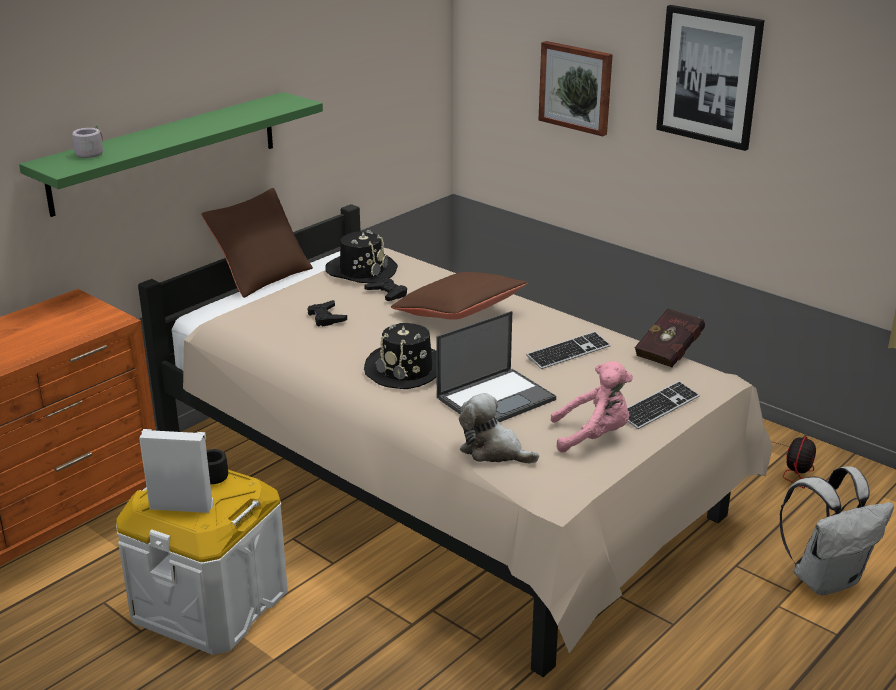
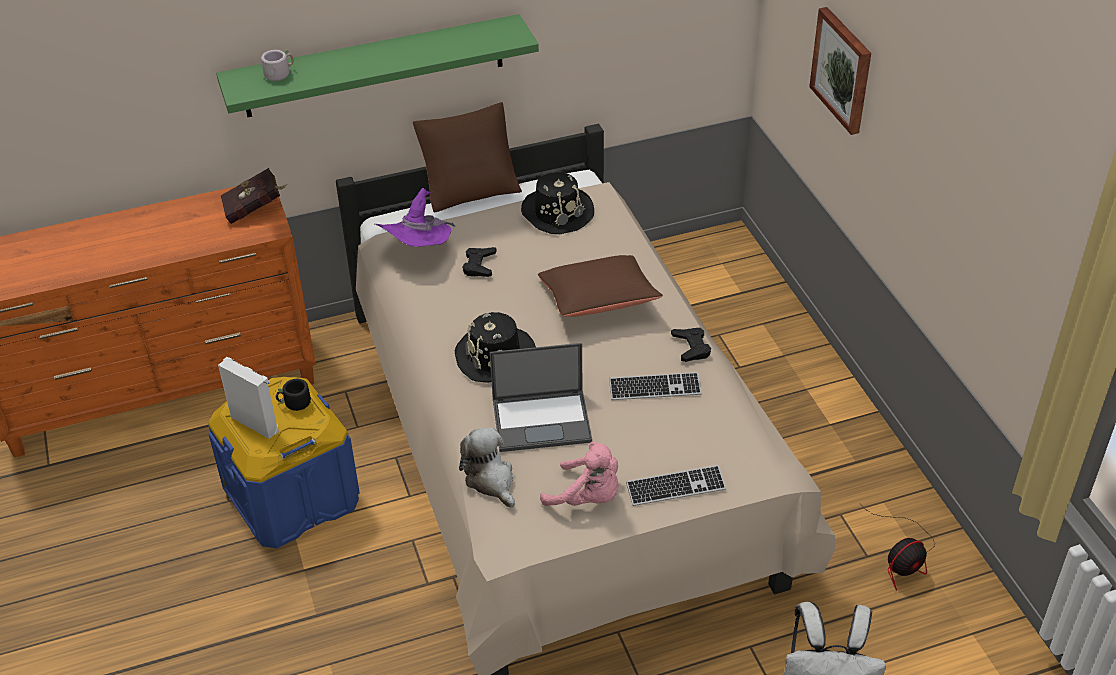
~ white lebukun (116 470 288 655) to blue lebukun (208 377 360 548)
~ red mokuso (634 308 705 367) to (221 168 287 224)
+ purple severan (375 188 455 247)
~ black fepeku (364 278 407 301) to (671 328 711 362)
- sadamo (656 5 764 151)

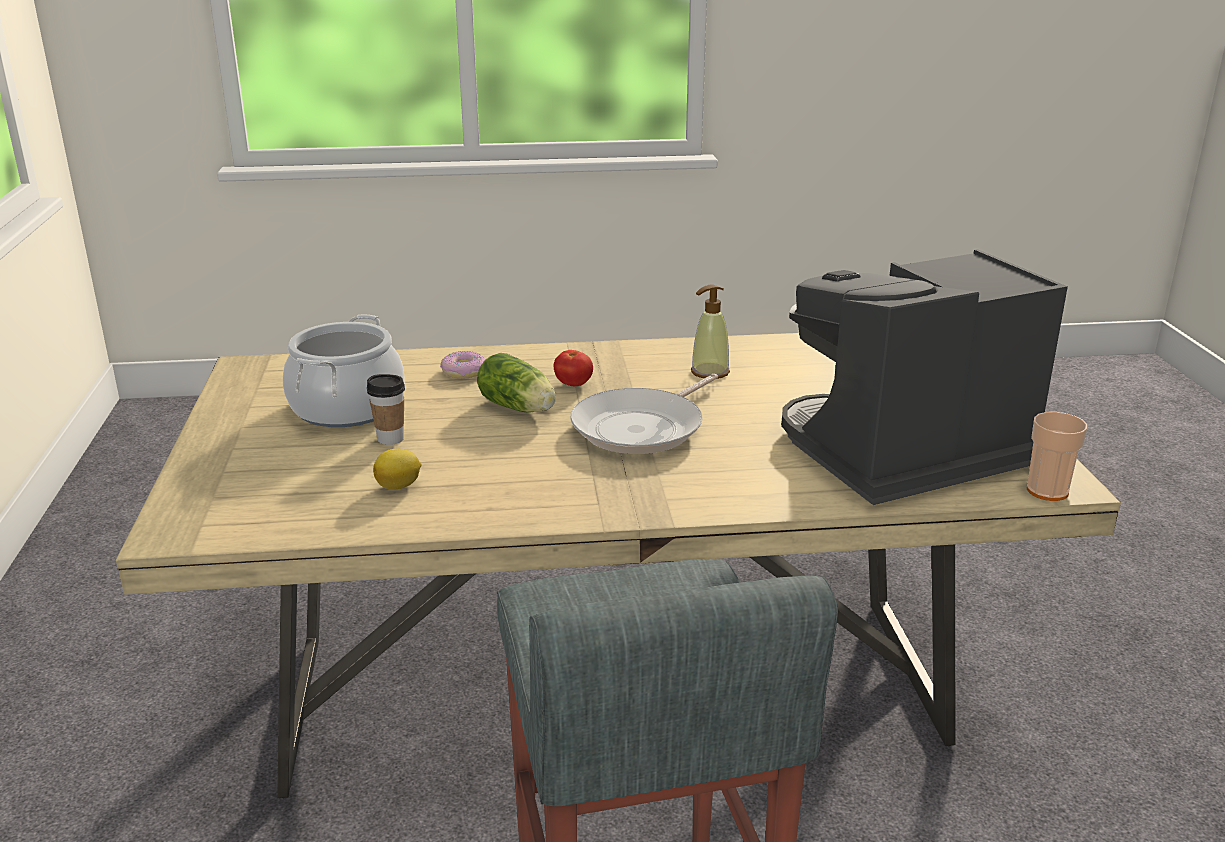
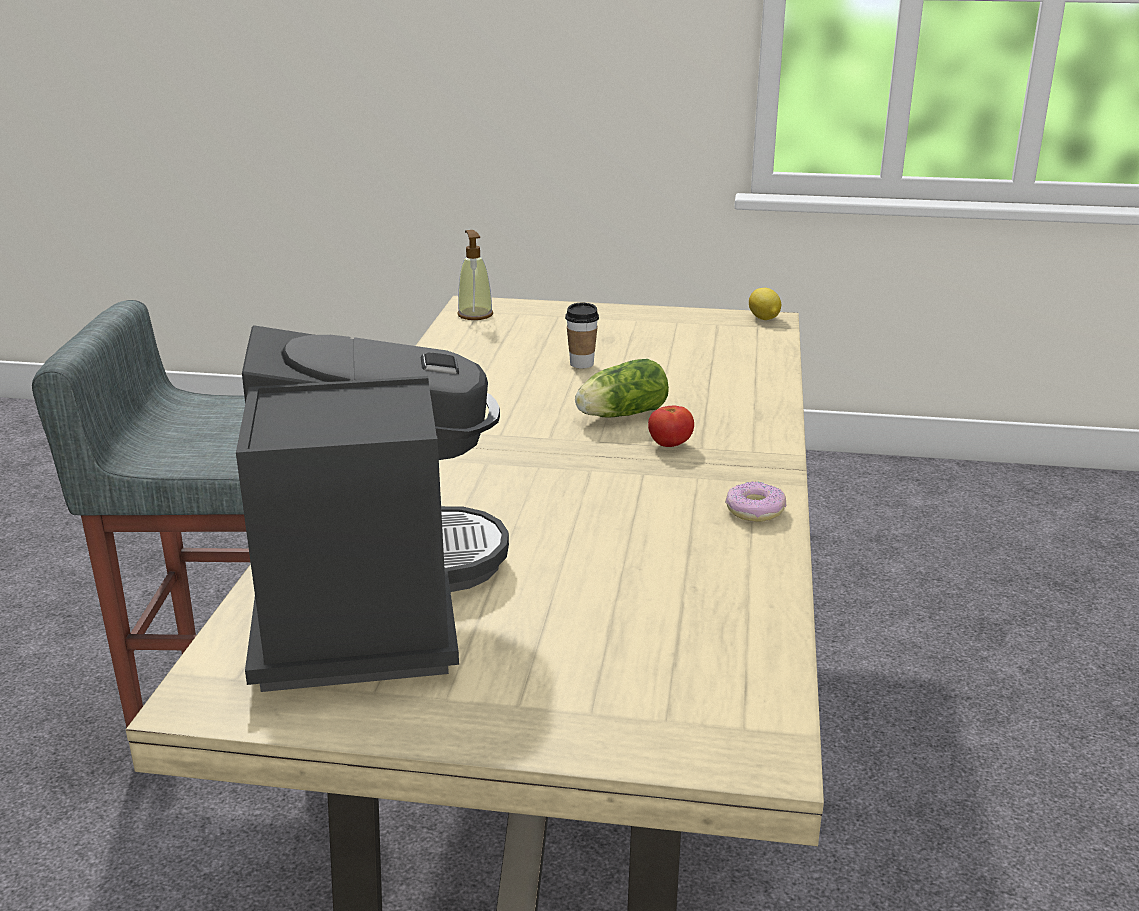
~ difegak (691 284 730 379) to (457 230 493 320)
~ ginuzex (440 351 486 379) to (725 482 786 522)
~ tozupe (373 449 421 490) to (749 288 781 320)
- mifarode (283 314 405 427)
- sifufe (570 374 718 454)
- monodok (1027 412 1087 501)

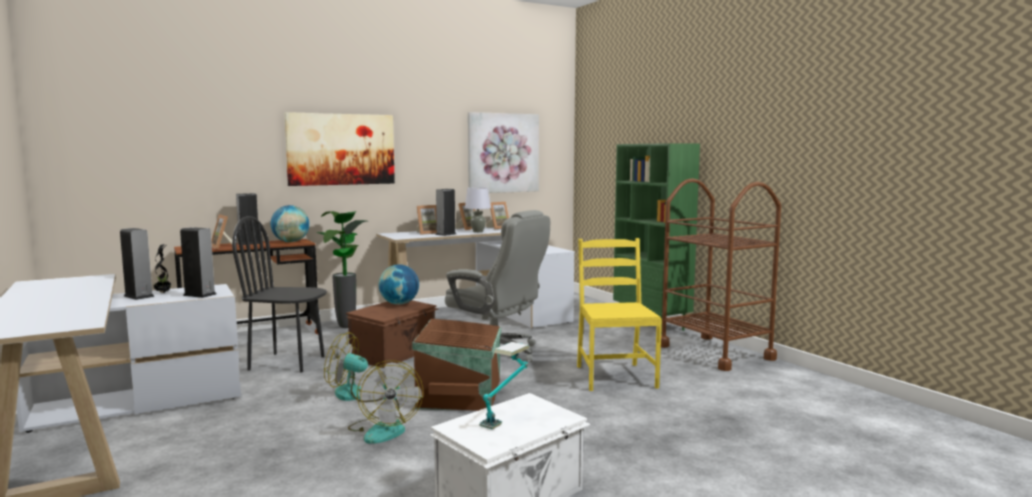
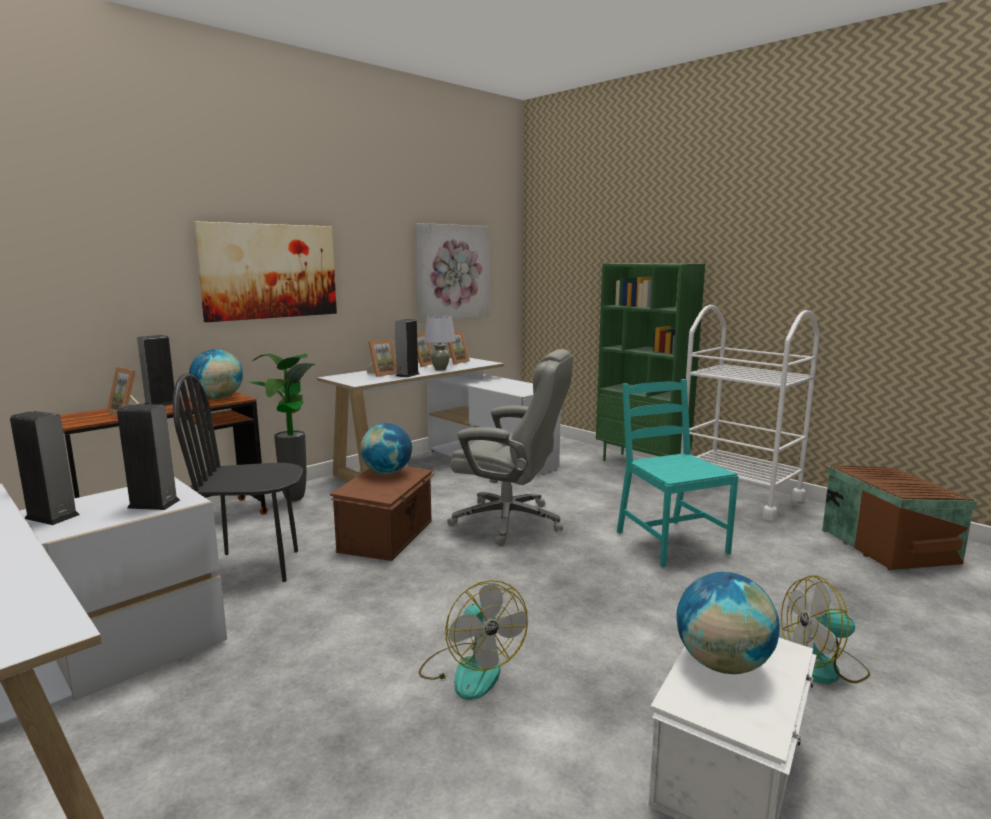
~ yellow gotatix (577 238 662 391) to turquoise gotatix (617 379 739 568)
~ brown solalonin (661 178 781 371) to white solalonin (676 305 820 521)
~ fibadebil (479 342 530 429) to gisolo (677 572 780 674)
~ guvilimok (324 332 383 402) to (781 575 870 685)
~ brown lebukun (412 319 501 411) to (822 466 977 572)
- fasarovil (153 244 171 293)

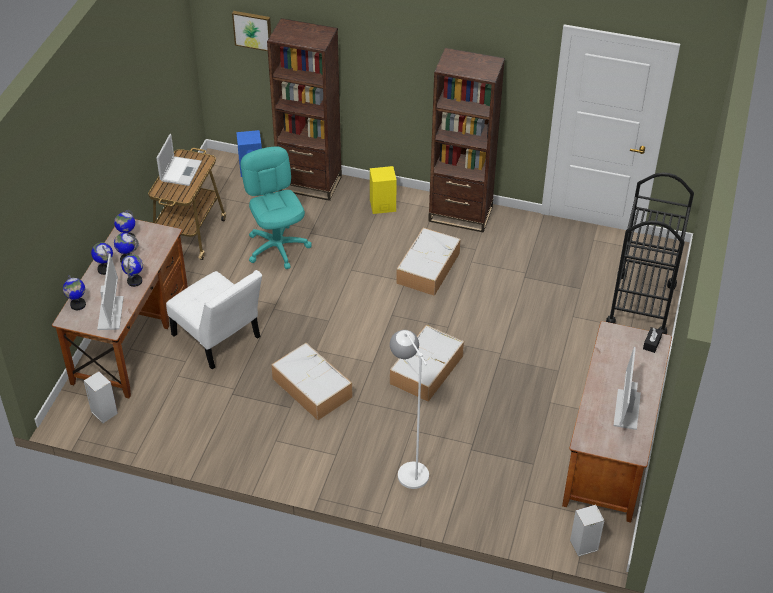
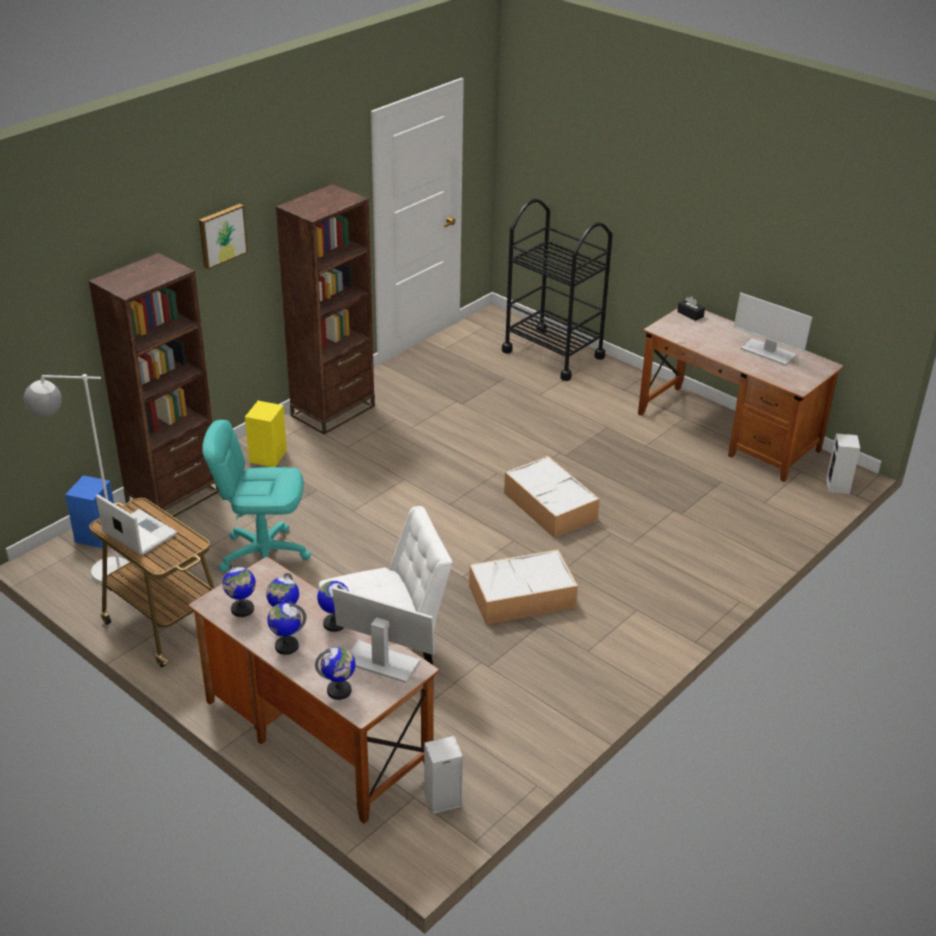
~ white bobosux (390 330 429 489) to (24 374 129 584)
~ sadamo (232 11 271 51) to (199 204 248 269)
- lebukun (396 228 461 296)

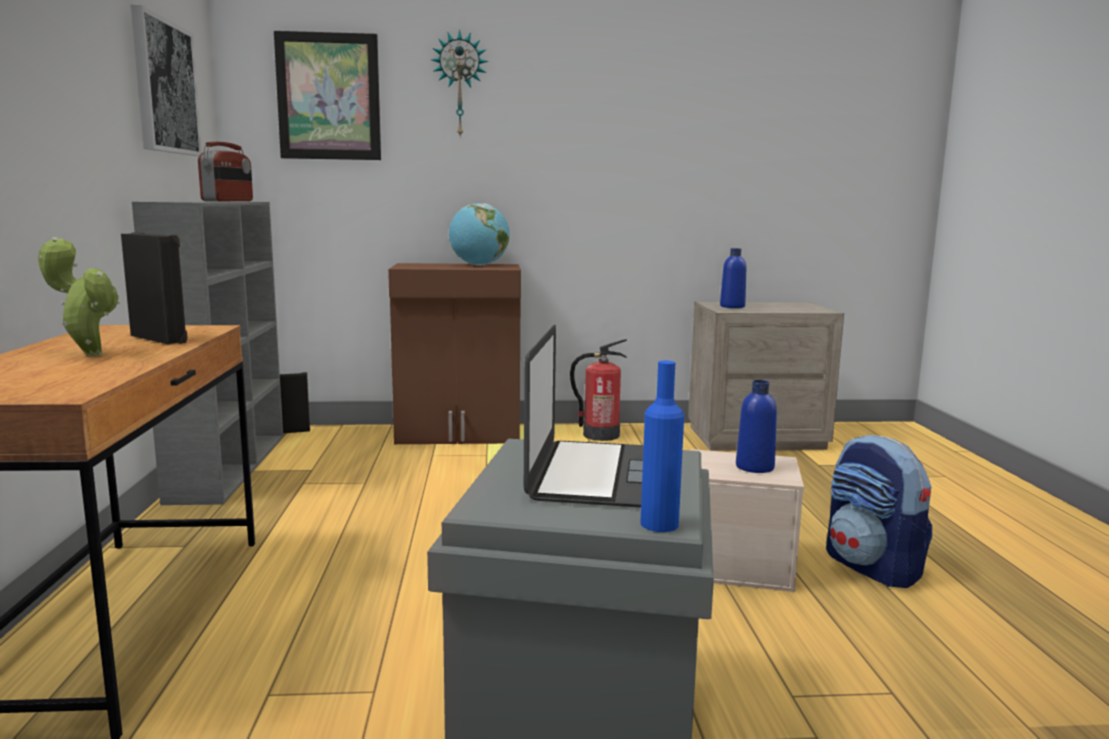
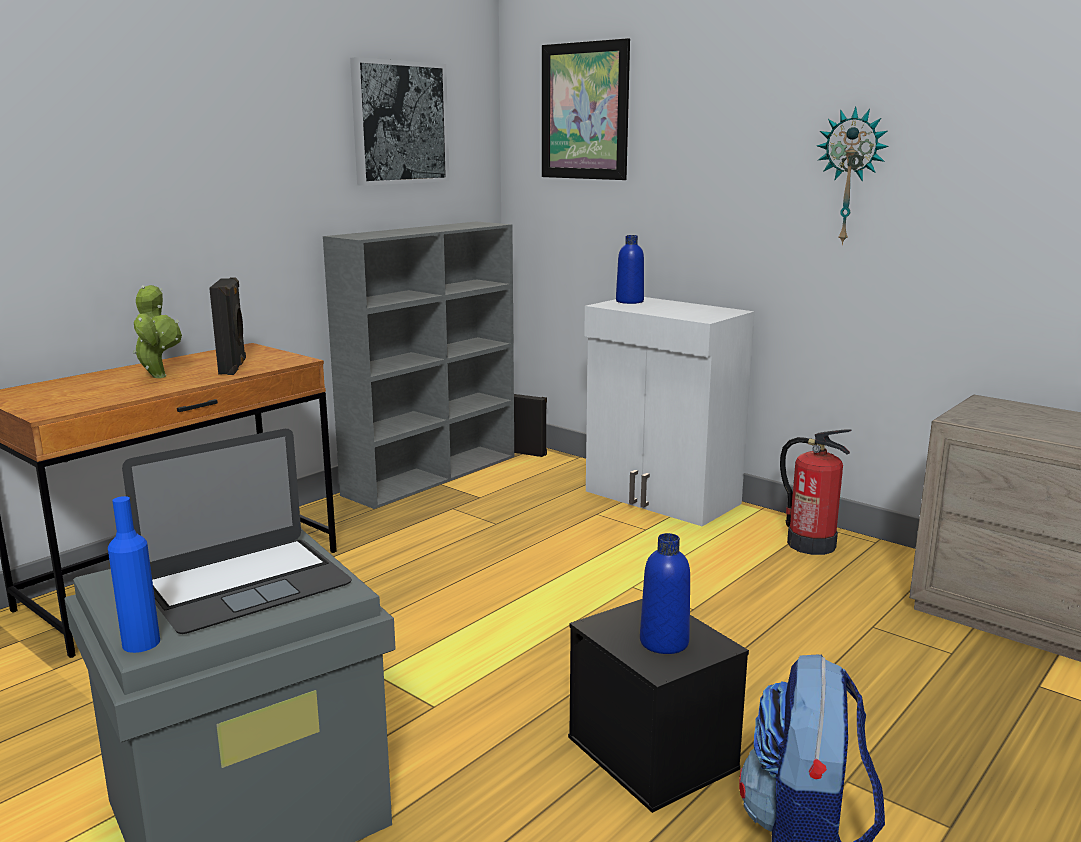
~ beige lebukun (690 449 804 592) to black lebukun (568 599 749 813)
~ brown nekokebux (388 263 521 444) to white nekokebux (584 297 755 526)
~ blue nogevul (720 248 746 308) to (616 235 644 304)
~ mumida (431 30 488 138) to (817 106 889 245)
- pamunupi (198 142 253 201)
- gisolo (449 203 510 266)

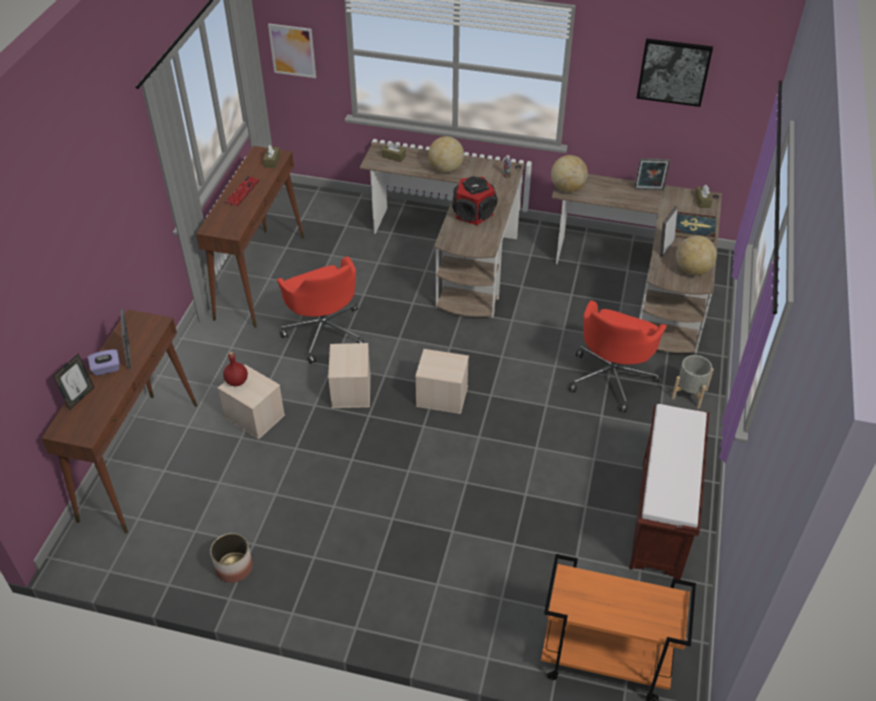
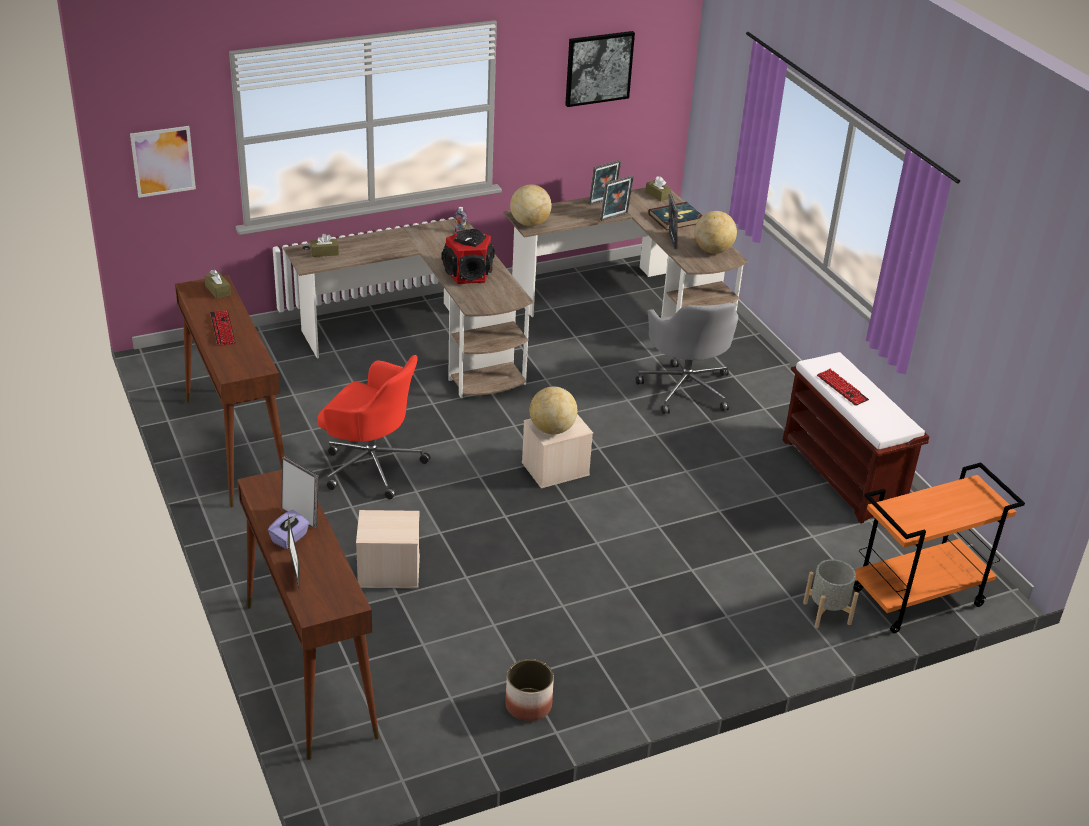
~ gisolo (428 136 464 173) to (530 387 577 434)
+ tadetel (600 175 634 221)
~ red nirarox (569 300 667 413) to grey nirarox (636 303 738 414)
~ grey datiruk (672 355 714 409) to (803 559 859 628)
+ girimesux (817 369 869 406)
- red nogevul (223 352 248 386)
- beige lebukun (328 343 370 408)

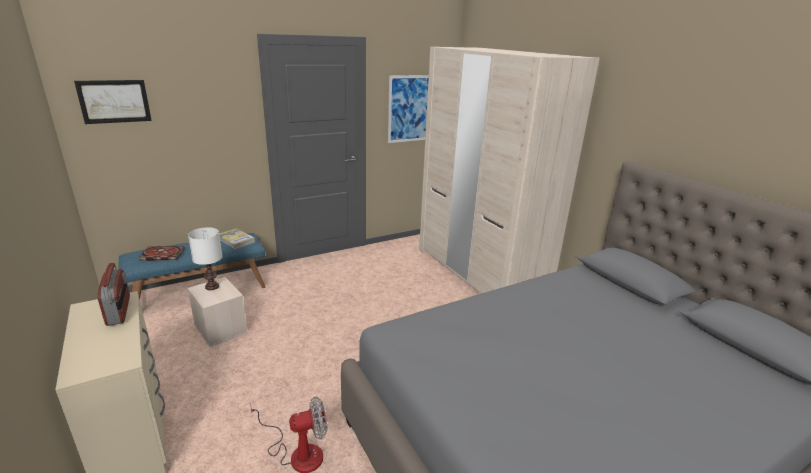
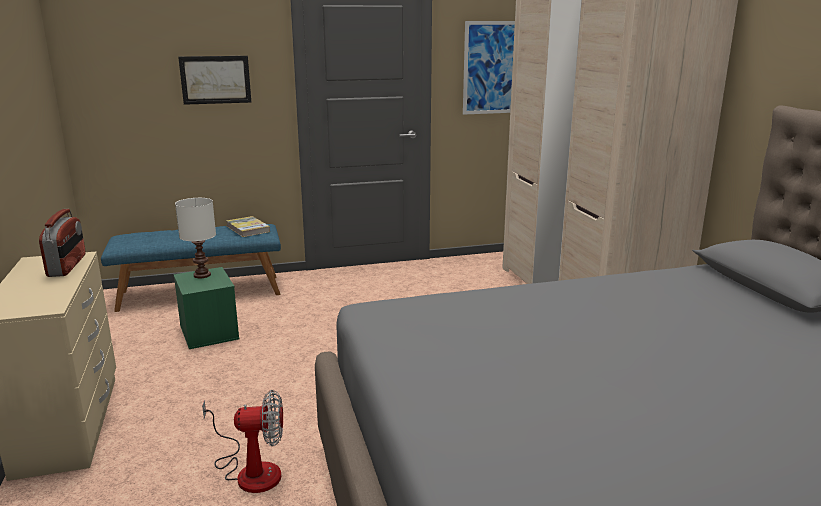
~ beige lebukun (188 277 248 347) to green lebukun (174 267 240 349)
~ sadamo (74 80 152 124) to (178 56 251 105)
- mokuso (139 246 185 261)

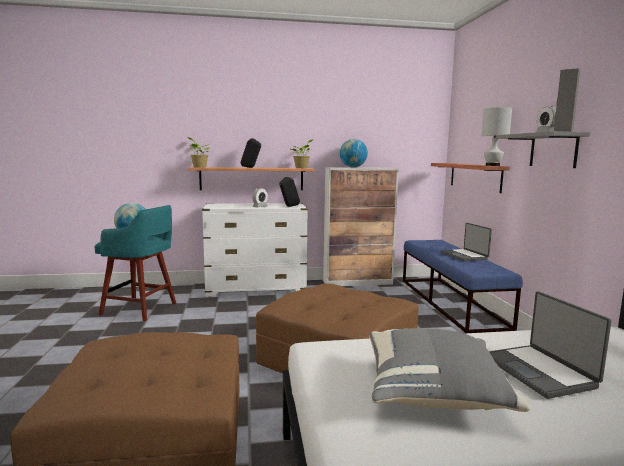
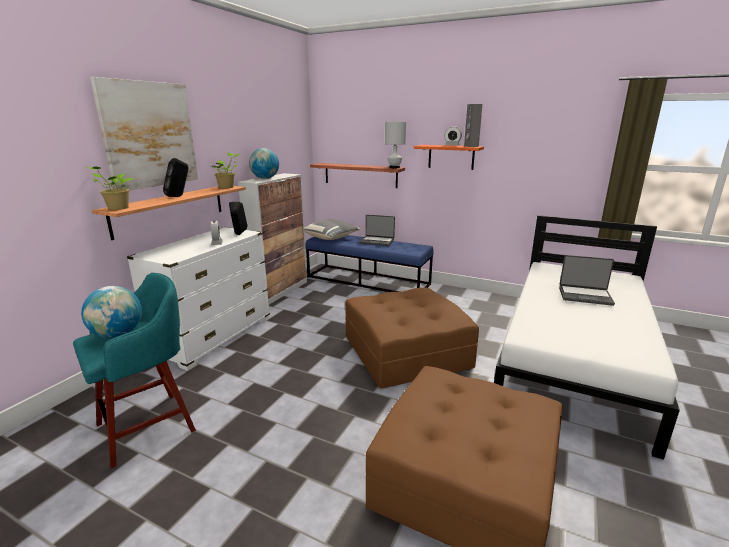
+ sadamo (90 77 198 190)
~ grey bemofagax (369 328 530 412) to (304 219 360 240)
~ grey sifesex (495 131 590 168) to orange sifesex (413 145 484 170)

